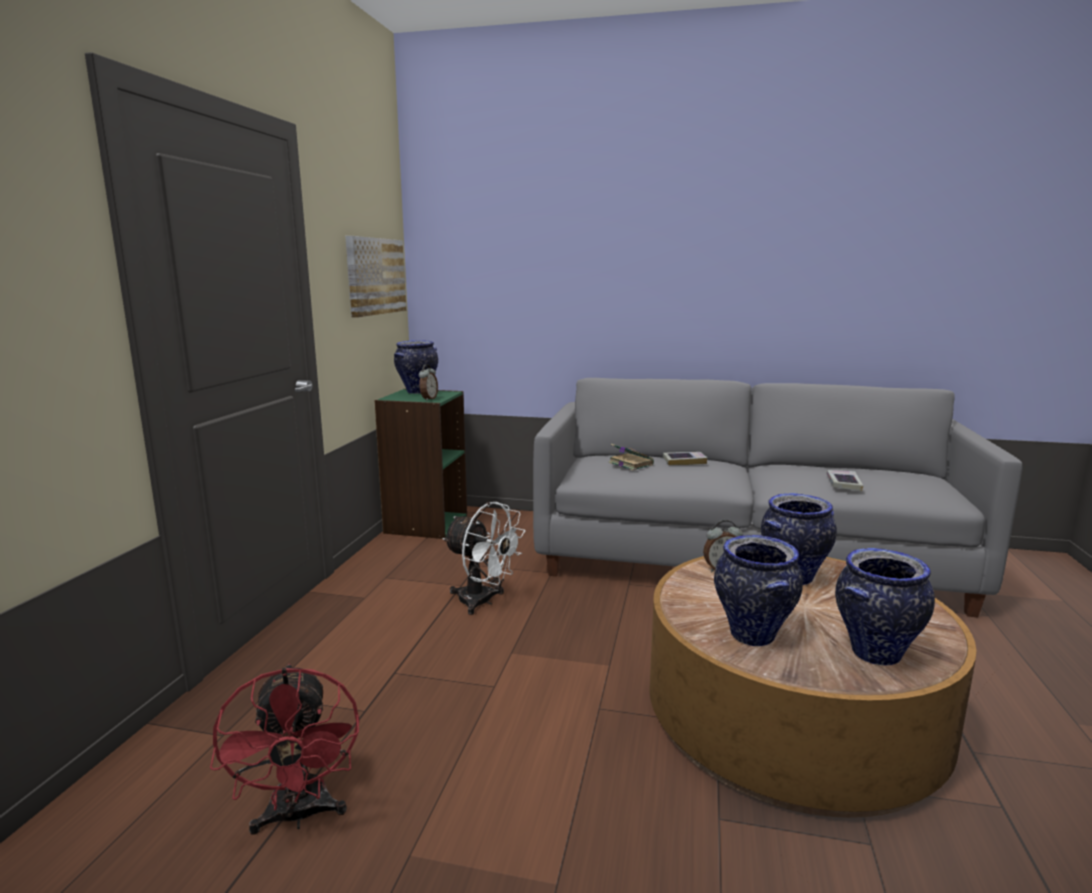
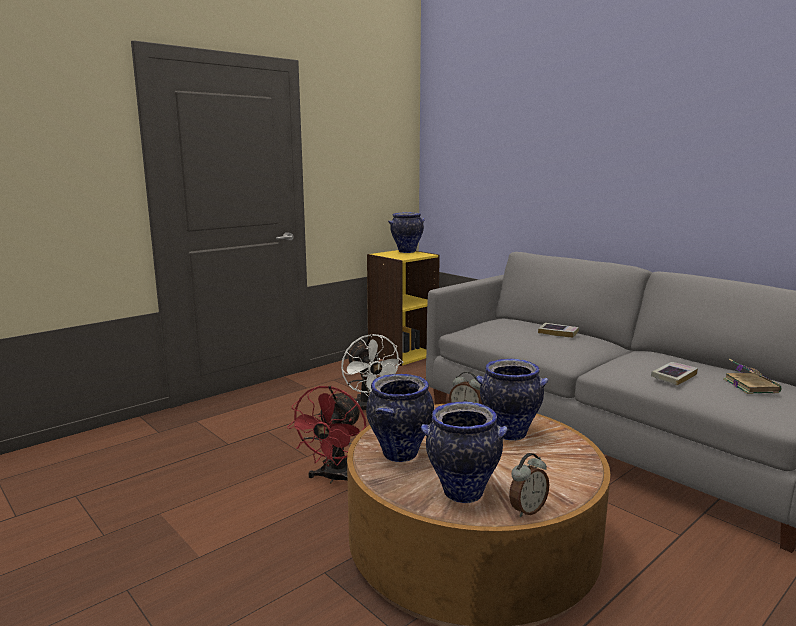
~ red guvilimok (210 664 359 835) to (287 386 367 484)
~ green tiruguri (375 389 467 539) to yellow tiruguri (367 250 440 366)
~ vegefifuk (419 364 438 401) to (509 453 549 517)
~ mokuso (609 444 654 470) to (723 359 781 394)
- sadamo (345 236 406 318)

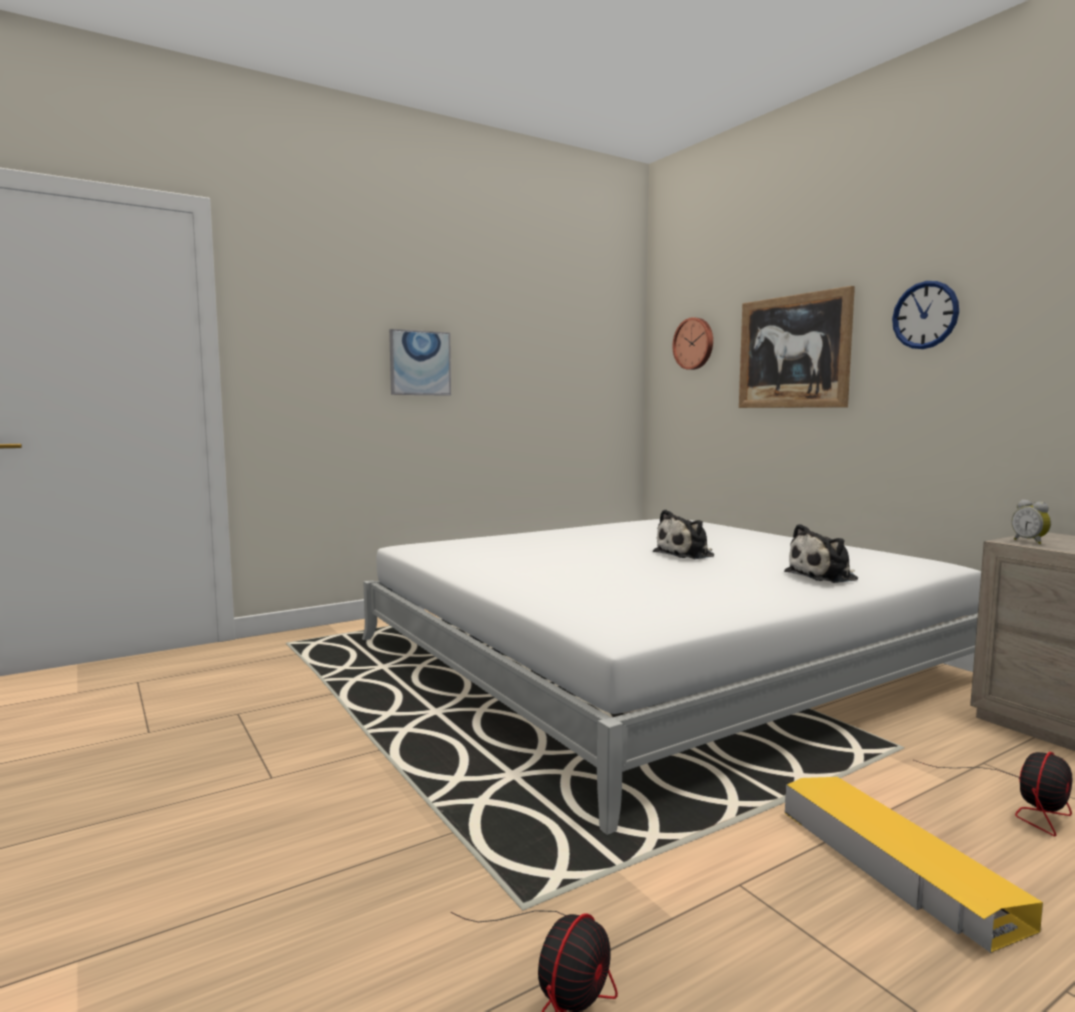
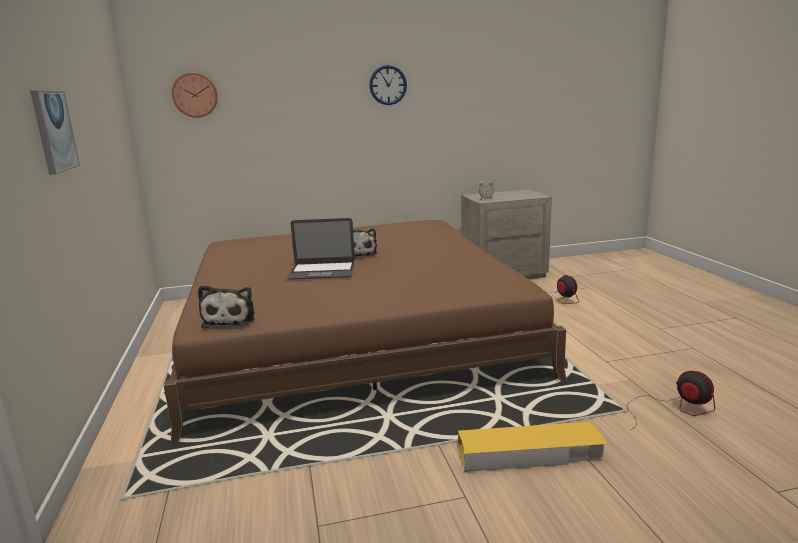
~ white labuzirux (362 519 981 835) to brown labuzirux (164 220 567 445)
~ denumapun (784 524 858 583) to (198 285 255 329)
+ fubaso (287 218 355 280)
~ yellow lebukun (785 777 1043 953) to (458 422 607 472)
- sadamo (739 286 855 408)

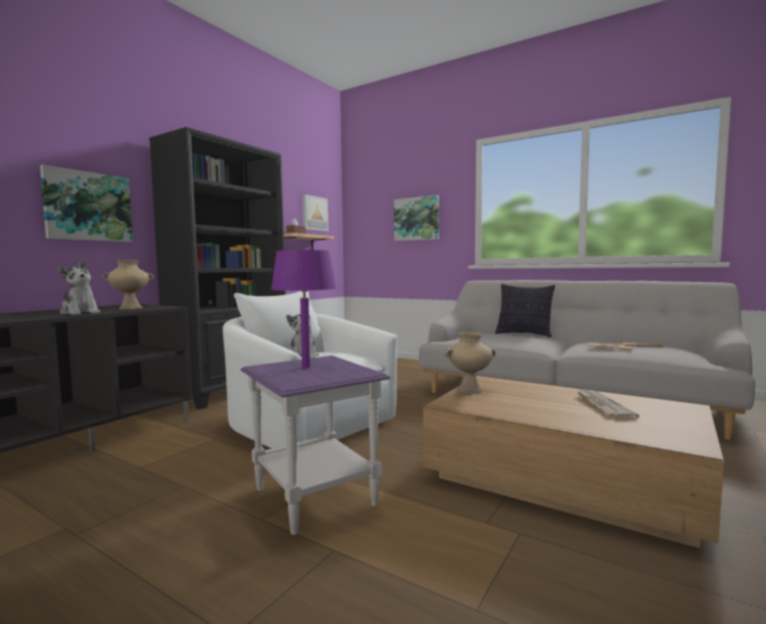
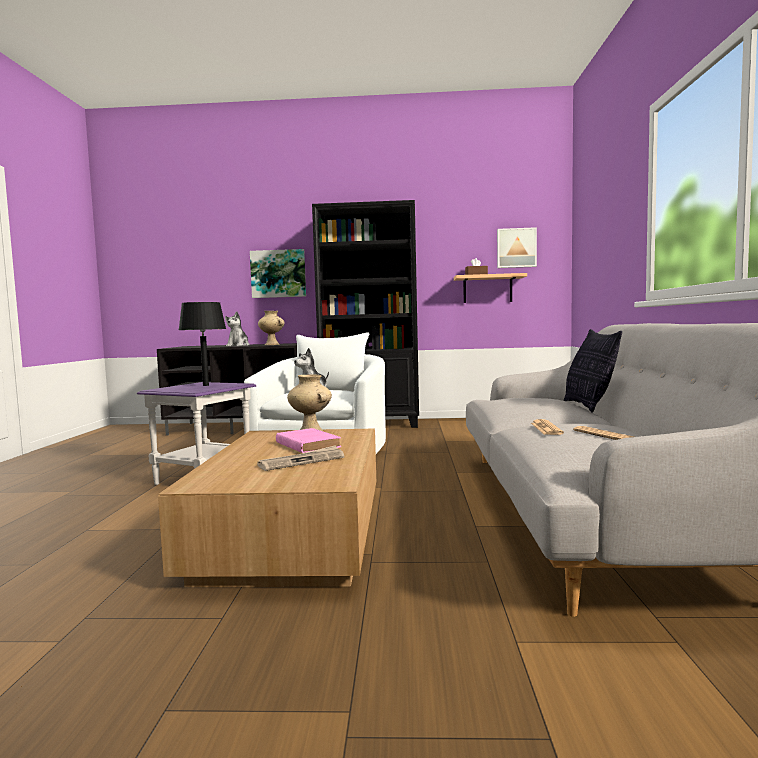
~ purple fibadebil (271 250 337 368) to black fibadebil (179 302 226 386)
+ pink mokuso (276 428 341 453)
- sadamo (394 195 439 241)

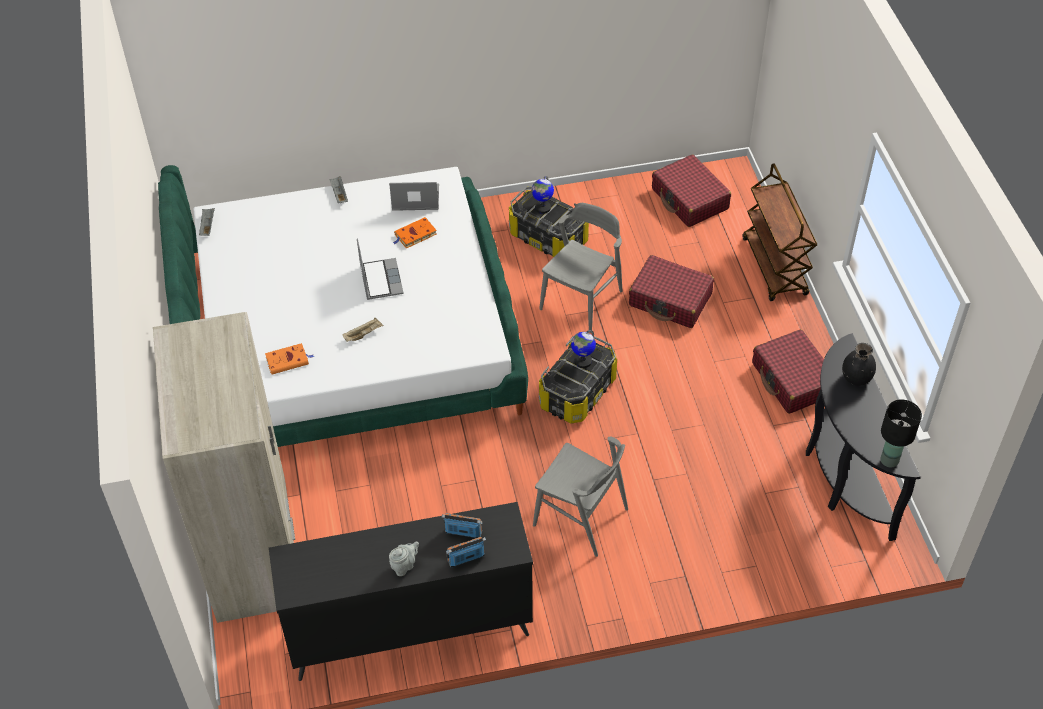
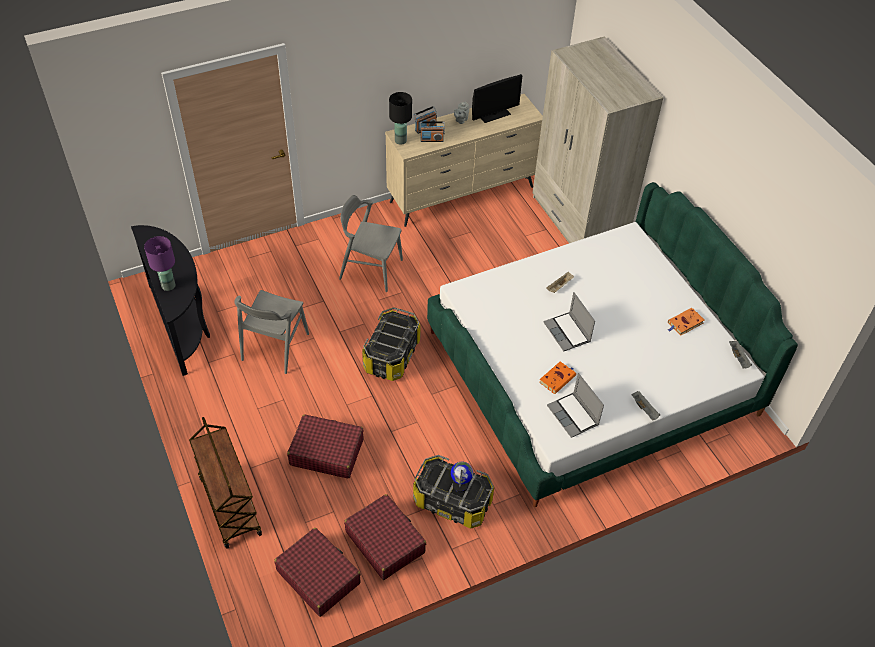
~ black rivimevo (842 343 876 386) to purple fibadebil (144 236 176 291)
~ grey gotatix (539 203 622 330) to (234 290 309 374)
~ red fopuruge (752 329 824 414) to (344 494 426 580)
~ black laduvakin (269 502 533 681) to beige laduvakin (385 94 543 227)
~ black fibadebil (880 399 922 467) to (389 92 412 145)
+ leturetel (472 74 522 123)
~ fubaso (389 182 439 211) = (547 373 604 438) 75 degrees clockwise
~ orange mokuso (265 343 314 374) to (668 308 704 335)
- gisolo (571 330 596 368)

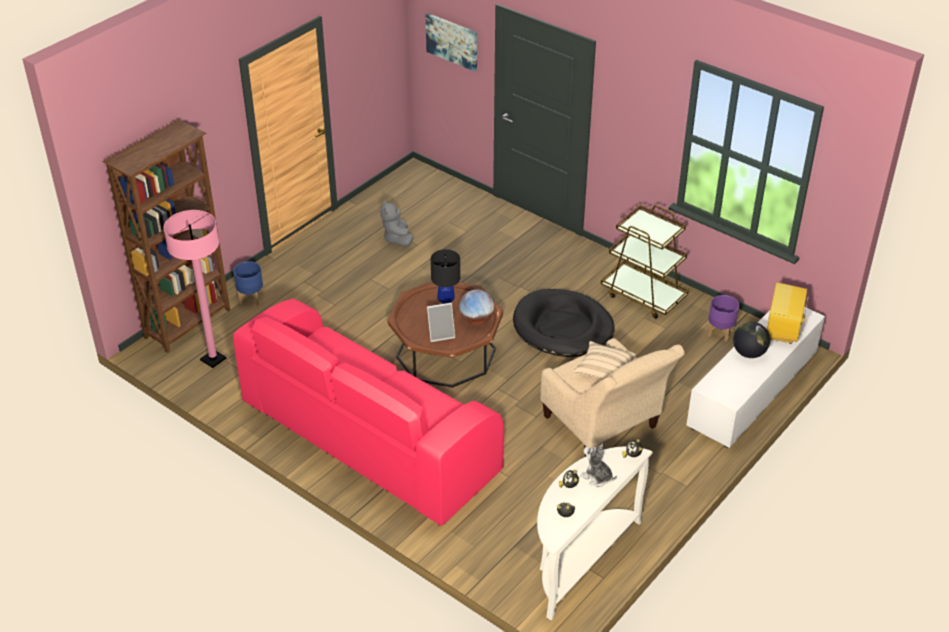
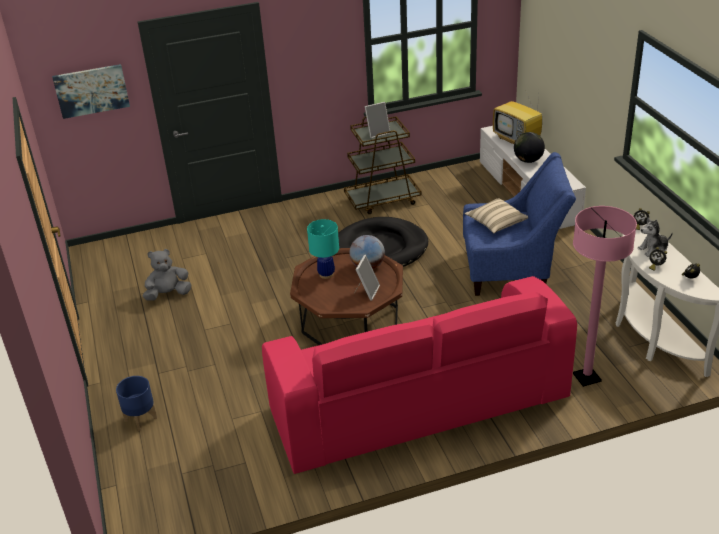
~ grey denumapun (381 200 414 247) = (143 249 191 301) 135 degrees clockwise
~ black fibadebil (431 249 460 304) to turquoise fibadebil (307 219 339 279)
+ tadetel (365 102 391 138)
~ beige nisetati (540 338 685 457) to blue nisetati (463 152 576 296)
~ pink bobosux (163 210 226 368) to (573 206 637 387)
- brown tiruguri (102 119 230 353)
- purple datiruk (707 295 739 342)

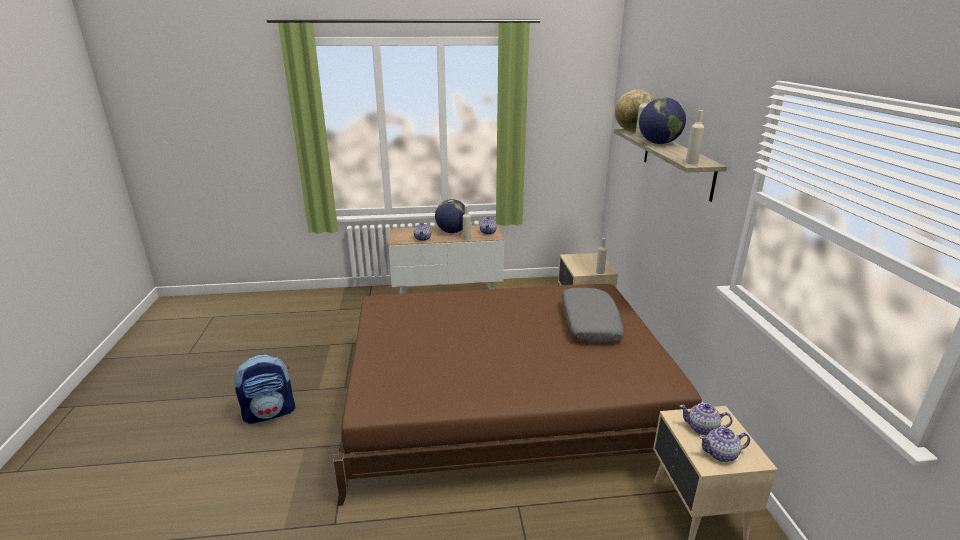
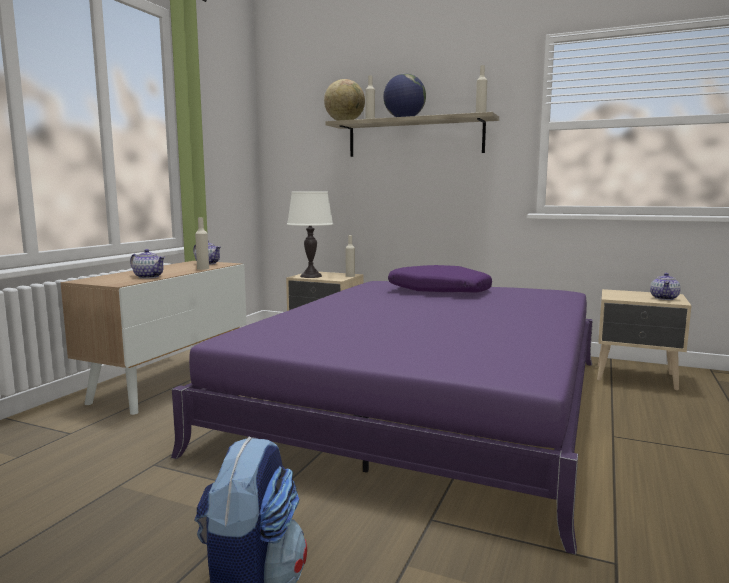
~ brown labuzirux (333 284 702 506) to purple labuzirux (171 281 593 555)
+ white fibadebil (287 192 333 278)
~ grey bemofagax (562 288 624 342) to purple bemofagax (388 265 492 293)
- gisolo (435 199 465 233)
- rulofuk (680 403 732 435)

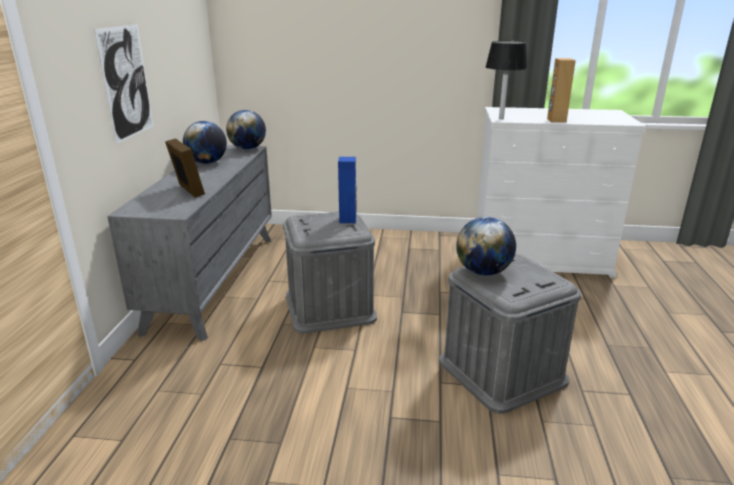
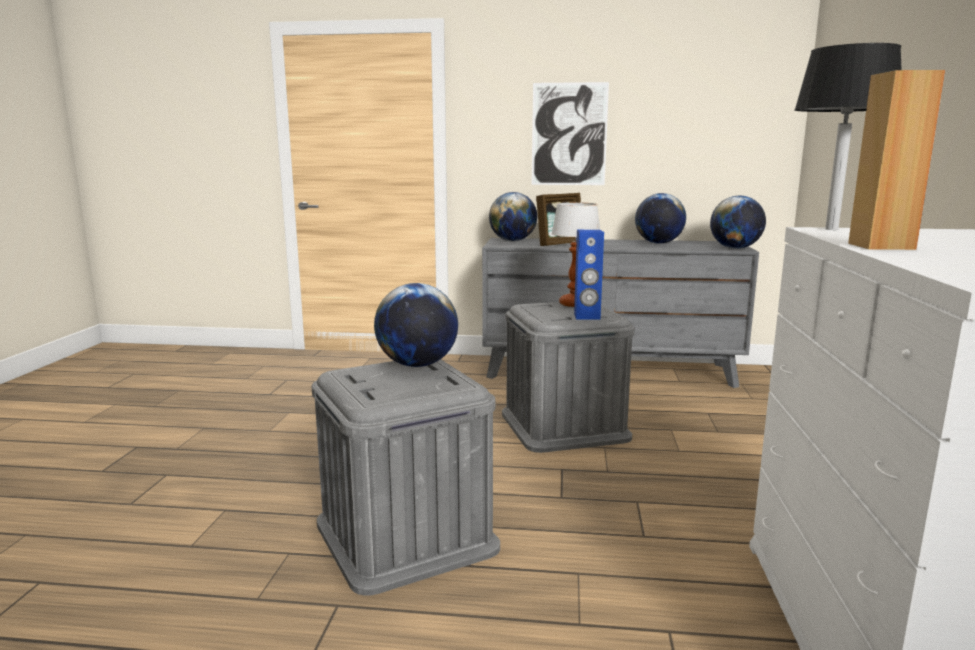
+ gisolo (489 192 537 241)
+ fibadebil (551 202 600 307)

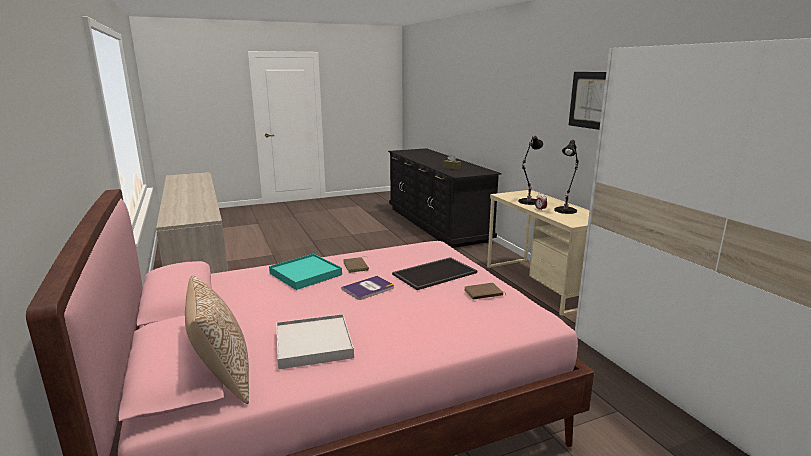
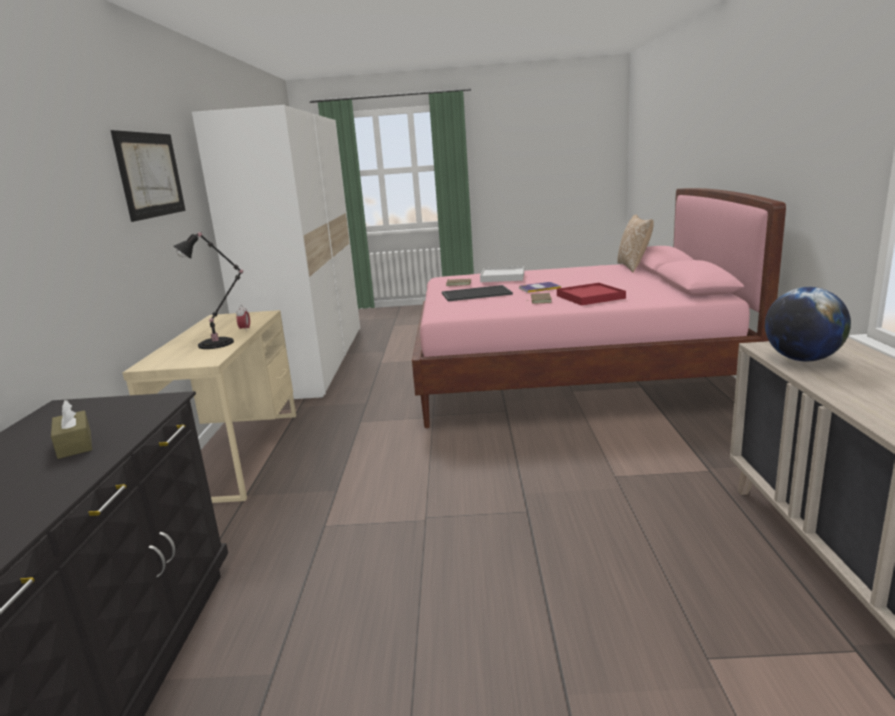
~ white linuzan (276 314 354 369) to (480 266 524 282)
~ turquoise linuzan (269 254 342 290) to red linuzan (557 283 626 306)
+ gisolo (765 287 851 361)
- black fibadebil (554 139 579 214)

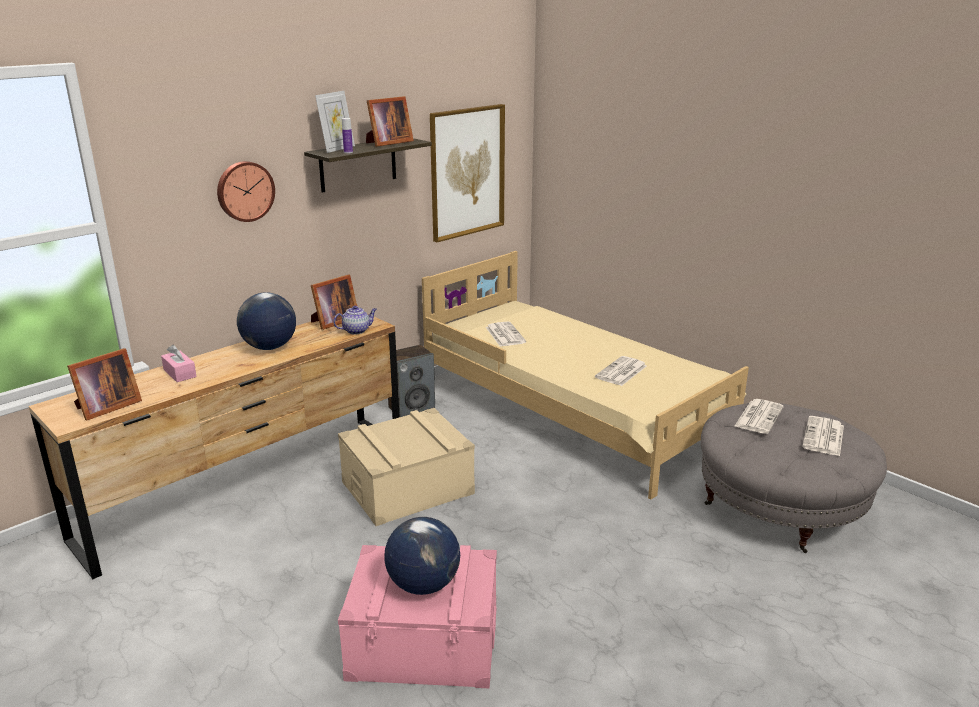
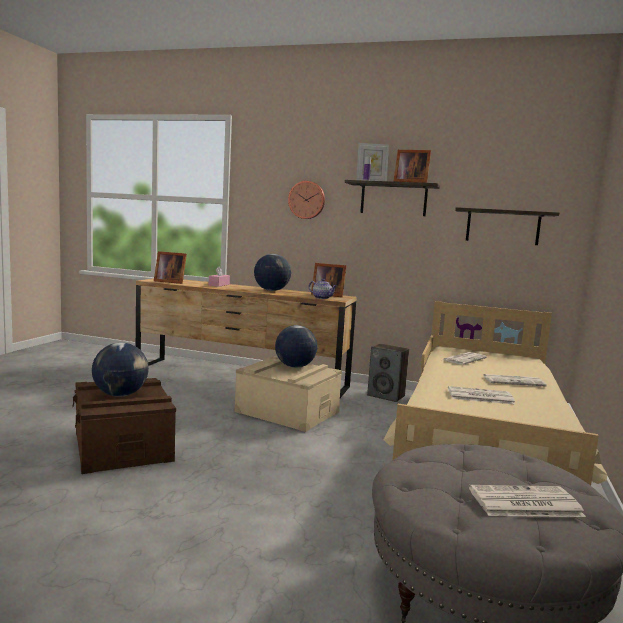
~ pink lebukun (338 545 497 689) to brown lebukun (72 378 176 474)
+ gisolo (275 325 317 368)
~ sadamo (430 104 505 242) to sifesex (455 207 559 245)
~ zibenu (735 399 784 434) to (484 374 547 386)

